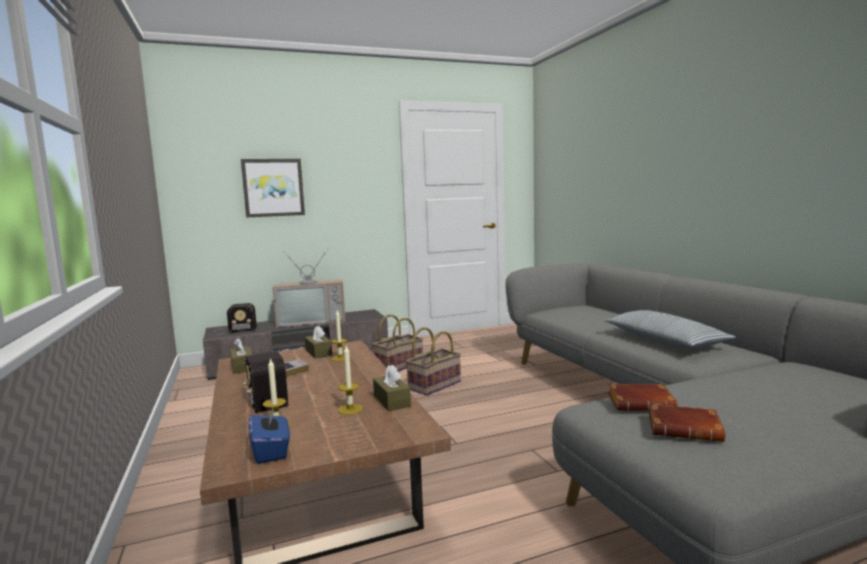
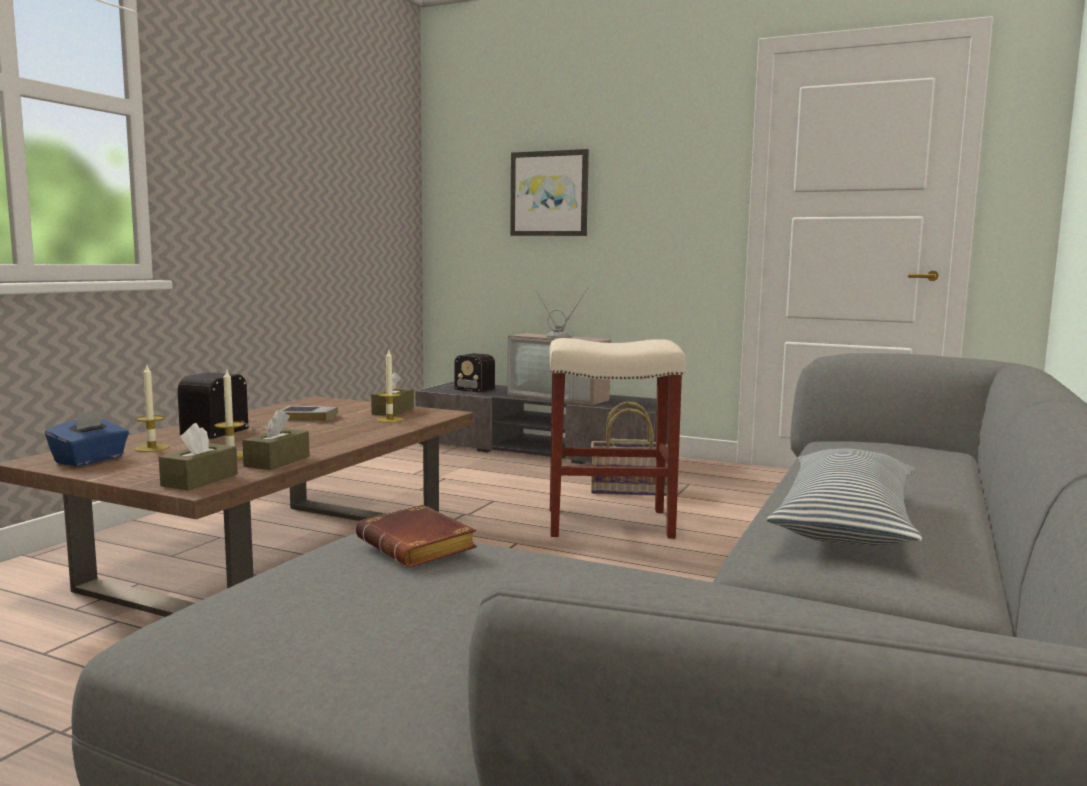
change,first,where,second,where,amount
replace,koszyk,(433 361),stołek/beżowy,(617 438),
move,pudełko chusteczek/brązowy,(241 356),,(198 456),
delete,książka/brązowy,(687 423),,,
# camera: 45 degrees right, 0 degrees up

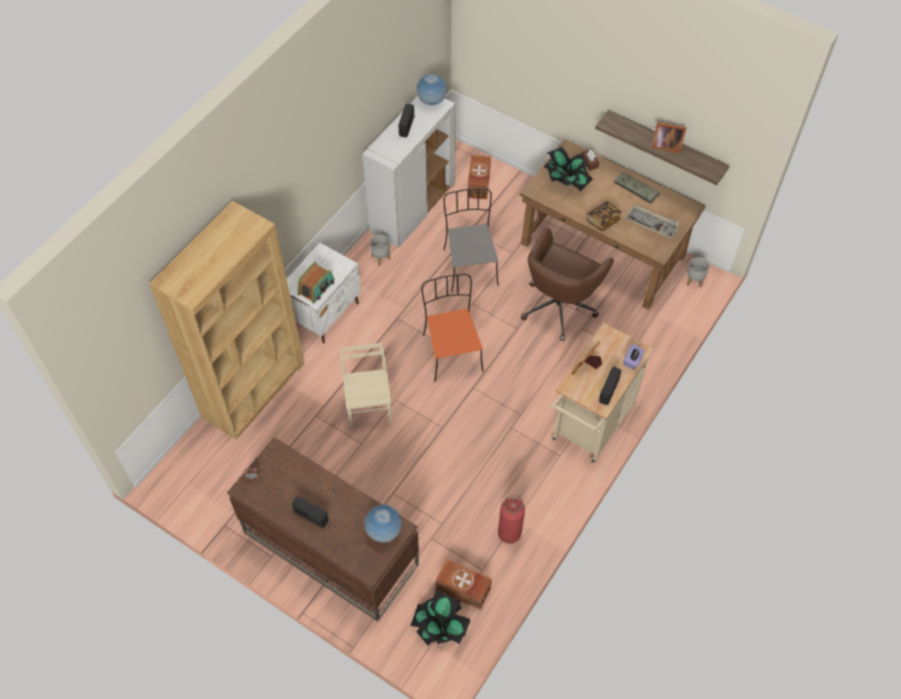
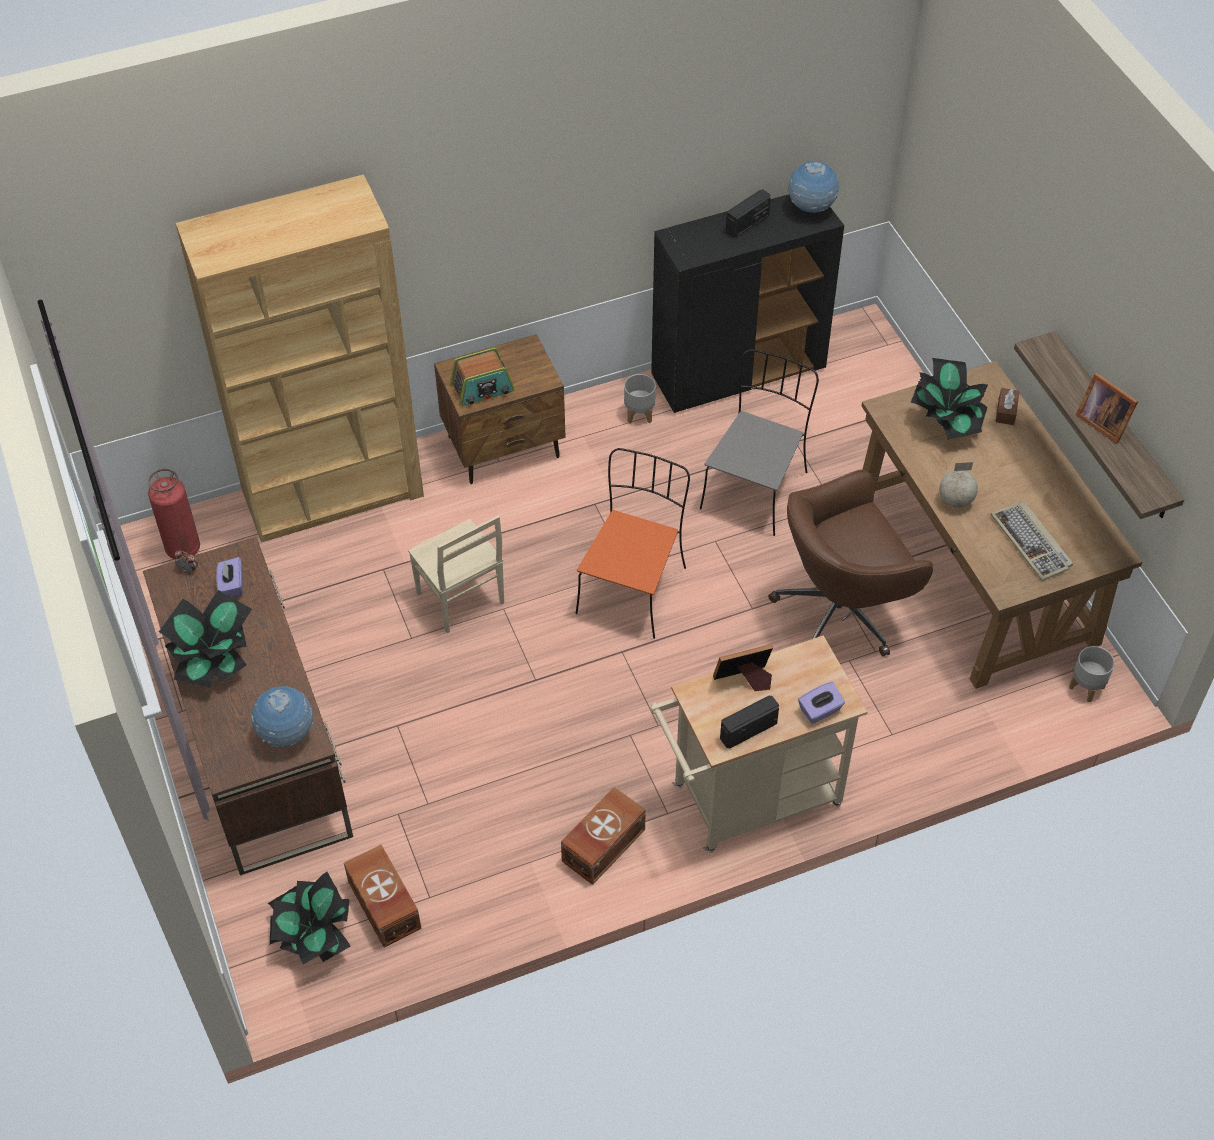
change,first,where,second,where,amount
recolor,szafka/biały,(409 172),szafka/czarny,(747 303),
move,pojemnik do przechowywania/brązowy,(479 177),,(603 836),
delete,klawiatura,(637 187),,,
replace,książka,(604 216),globus,(958 485),
recolor,szafka nocna/biały,(324 293),szafka nocna/brązowy,(500 409),
rotate,krzesło/beżowy,(366 385),,(456 574),120 degrees clockwise
move,gaśnica,(511 519),,(174 514),
replace,radio,(310 512),roślina doniczkowa,(205 639),
insert,,,pudełko chusteczek/fioletowy,(229 577),
# camera: 35 degrees right, 5 degrees down

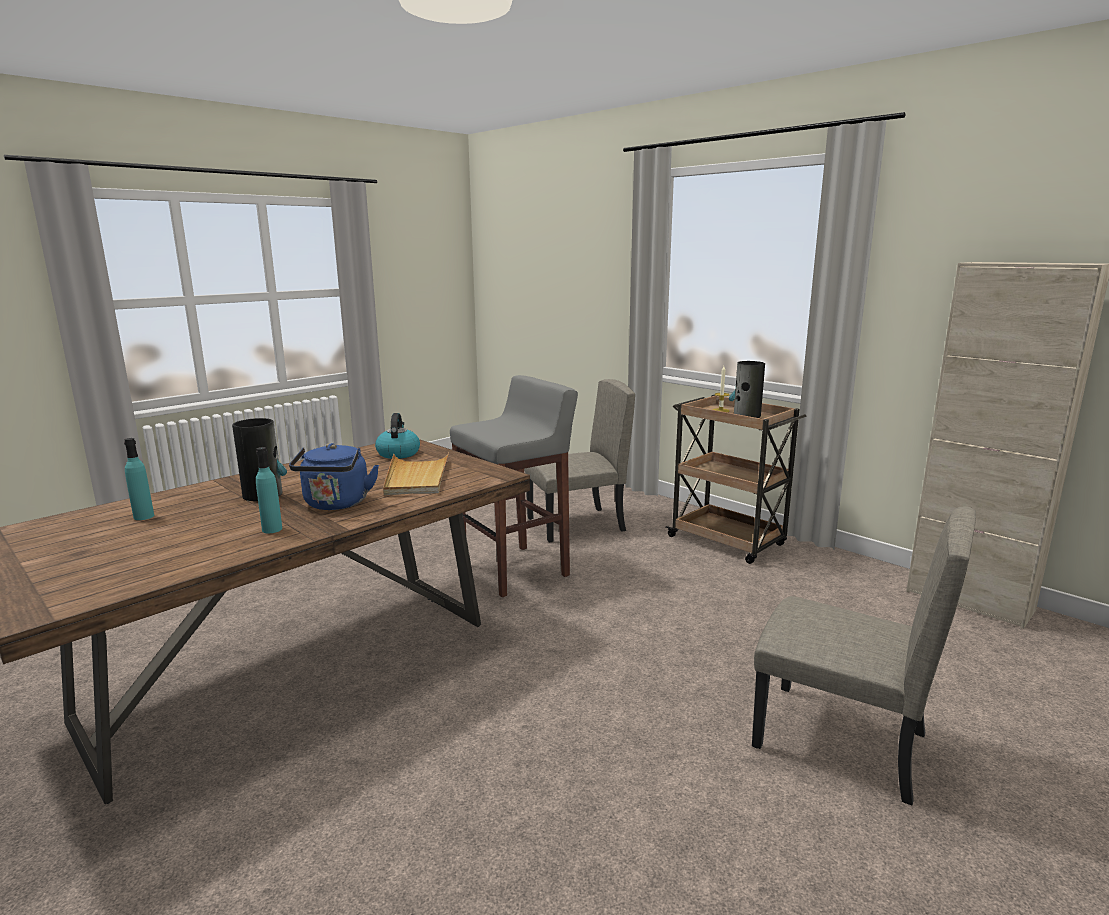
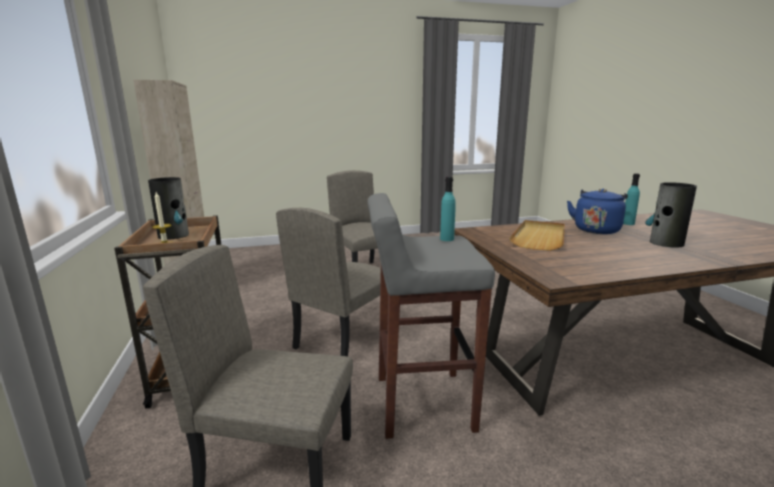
change,first,where,second,where,amount
delete,czajnik,(397 436),,,
move,butelka/turkusowy,(139 479),,(448 209),
insert,,,krzesło/beżowy,(328 282),
# camera: 150 degrees left, 0 degrees up

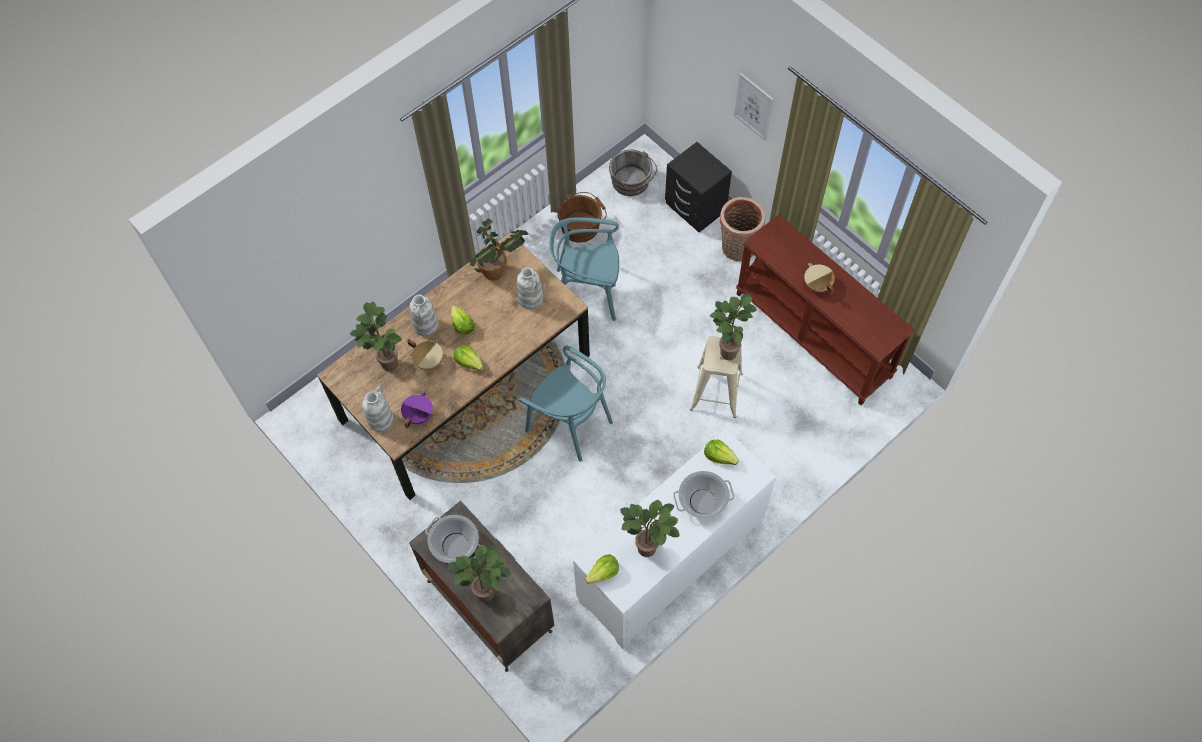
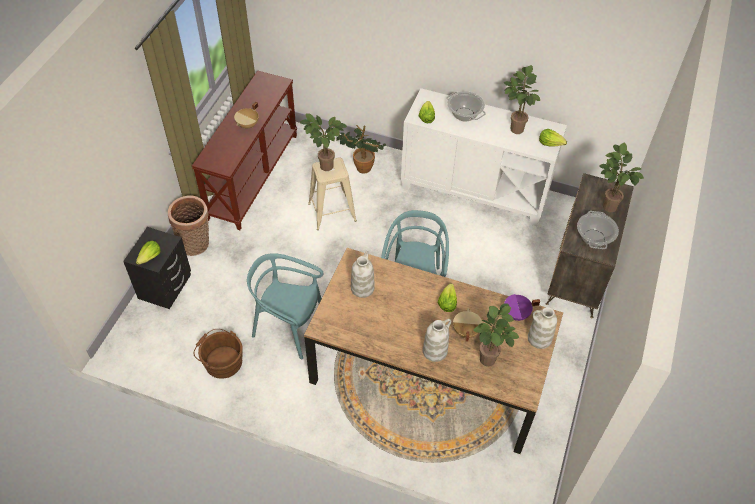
change,first,where,second,where,amount
delete,obraz,(754 107),,,
delete,wiadro/szary,(633 173),,,
rotate,krzesło/turkusowy,(584 269),,(285 306),135 degrees clockwise
move,roślina doniczkowa,(498 249),,(361 149),
move,sałata,(462 320),,(148 253),
# camera: 120 degrees left, 10 degrees down

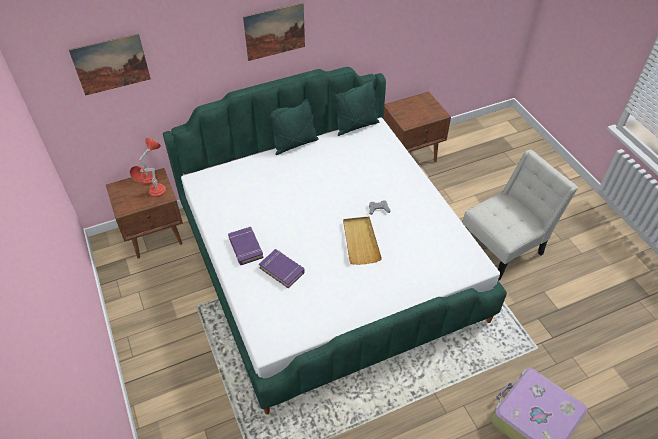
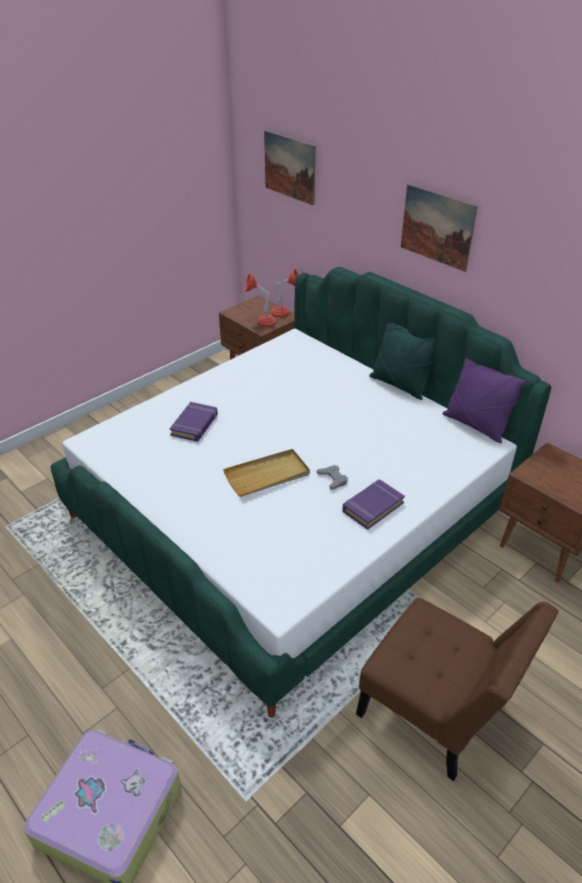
change,first,where,second,where,amount
recolor,poduszka/zielony,(356 108),poduszka/fioletowy,(485 400),
recolor,krzesło/biały,(520 215),krzesło/brązowy,(457 689),
move,książka/fioletowy,(246 246),,(373 504),
# camera: 70 degrees right, 10 degrees down

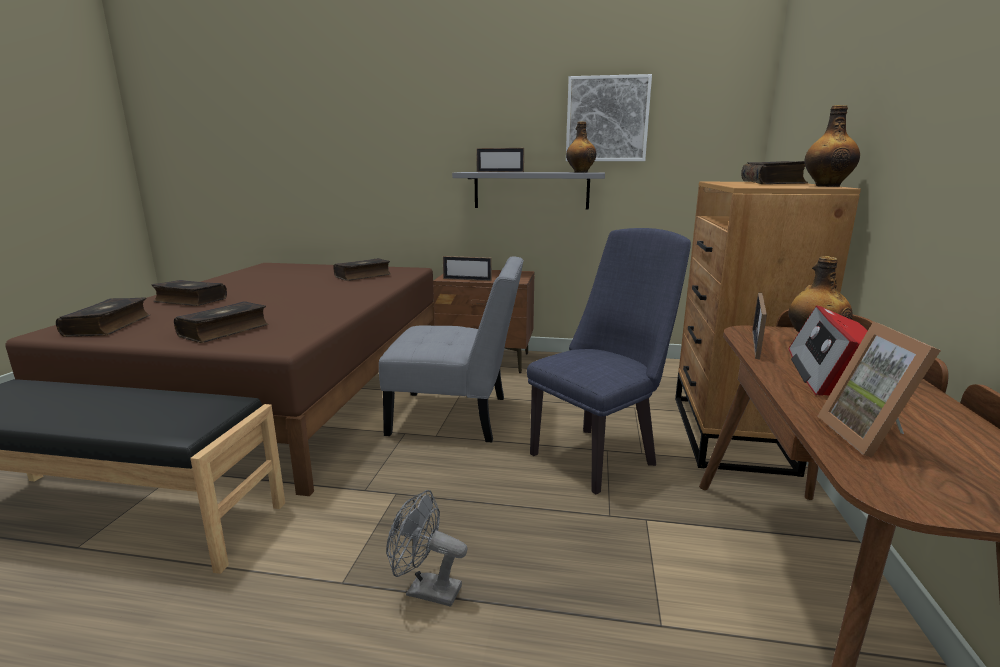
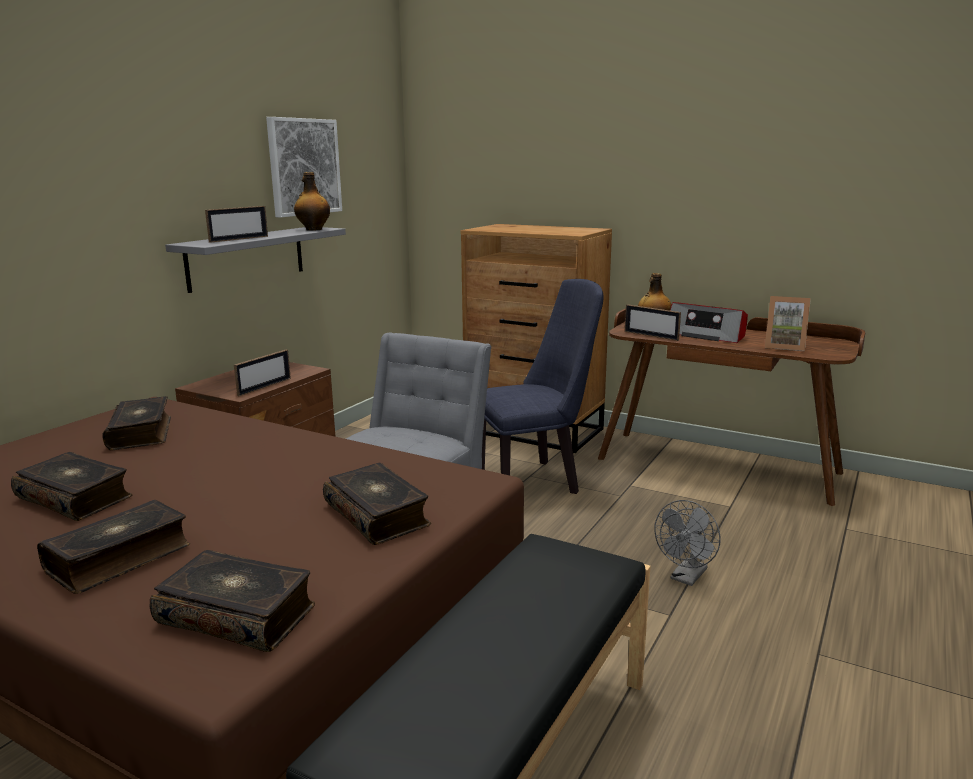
change,first,where,second,where,amount
delete,butelka,(832 146),,,
move,książka,(774 172),,(72 486),
rotate,krzesło/niebieski,(609 361),,(543 386),90 degrees clockwise
# camera: 70 degrees left, 0 degrees up

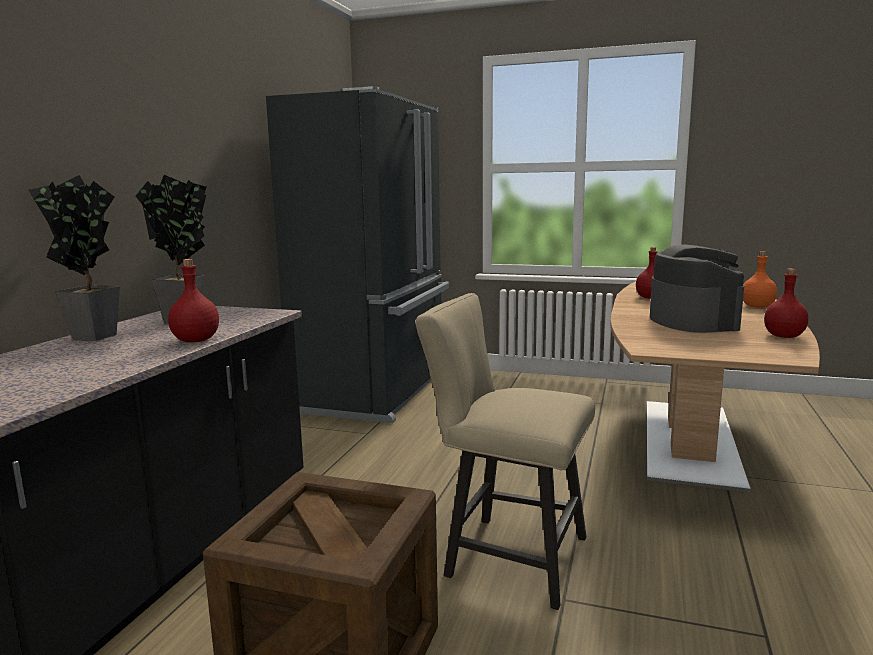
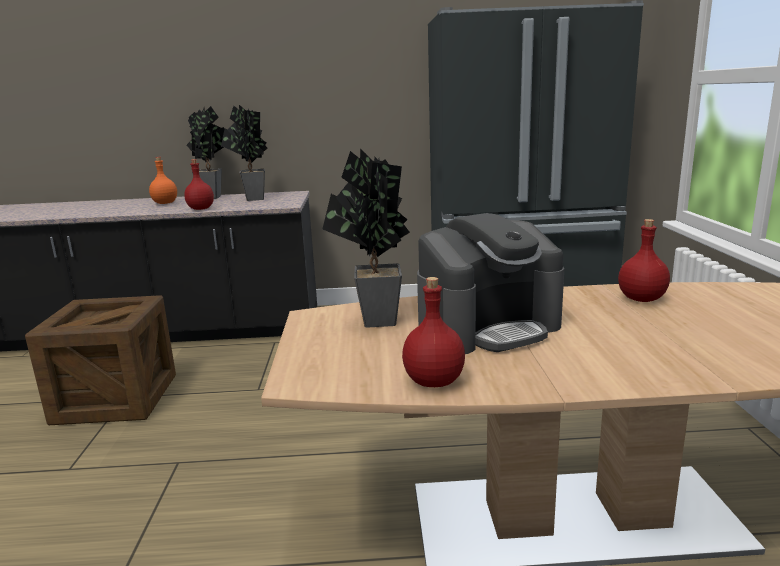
change,first,where,second,where,amount
move,butelka/pomarańczowy,(760 280),,(163 180),
delete,krzesło/beżowy,(505 451),,,
insert,,,roślina doniczkowa,(366 238),
# camera: 70 degrees right, 5 degrees up

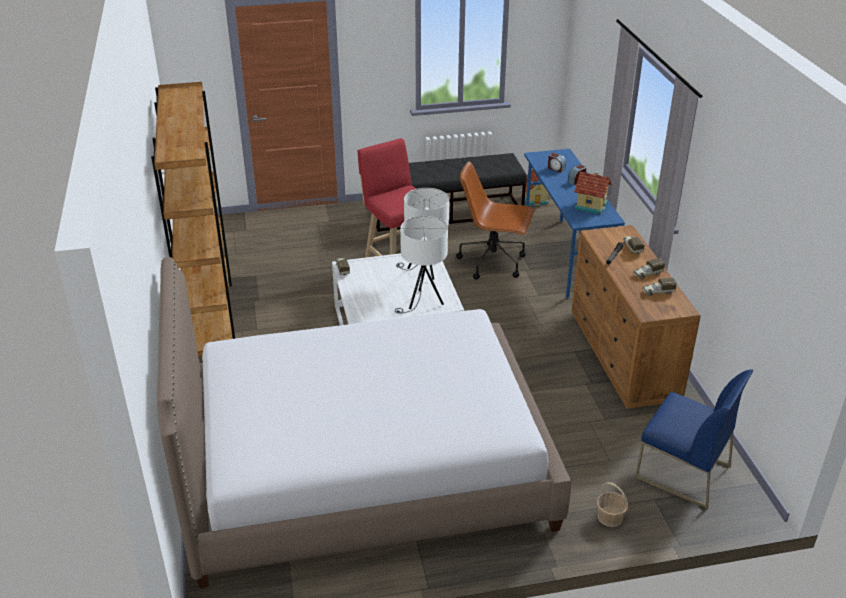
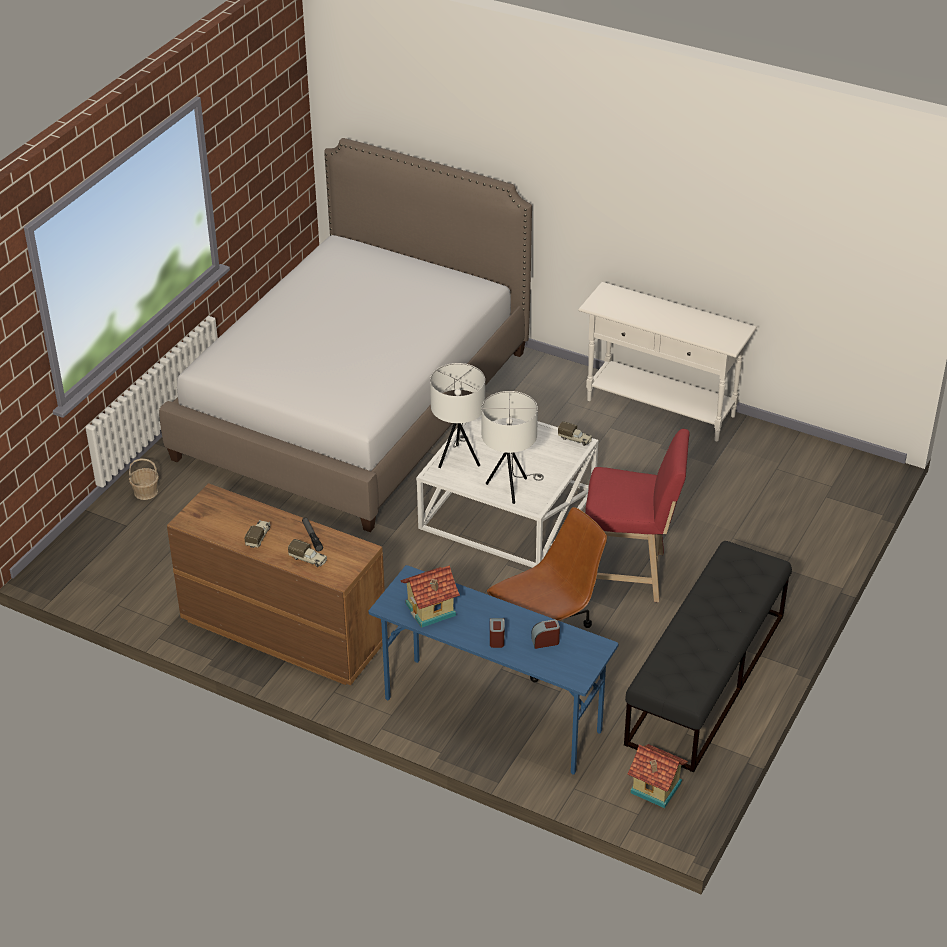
change,first,where,second,where,amount
replace,regał/brązowy,(193 219),stolik konsolowy/biały,(667 361),
delete,ciężarówka zabawkowa,(660 287),,,
delete,krzesło/niebieski,(694 439),,,
# camera: 130 degrees right, 5 degrees up

